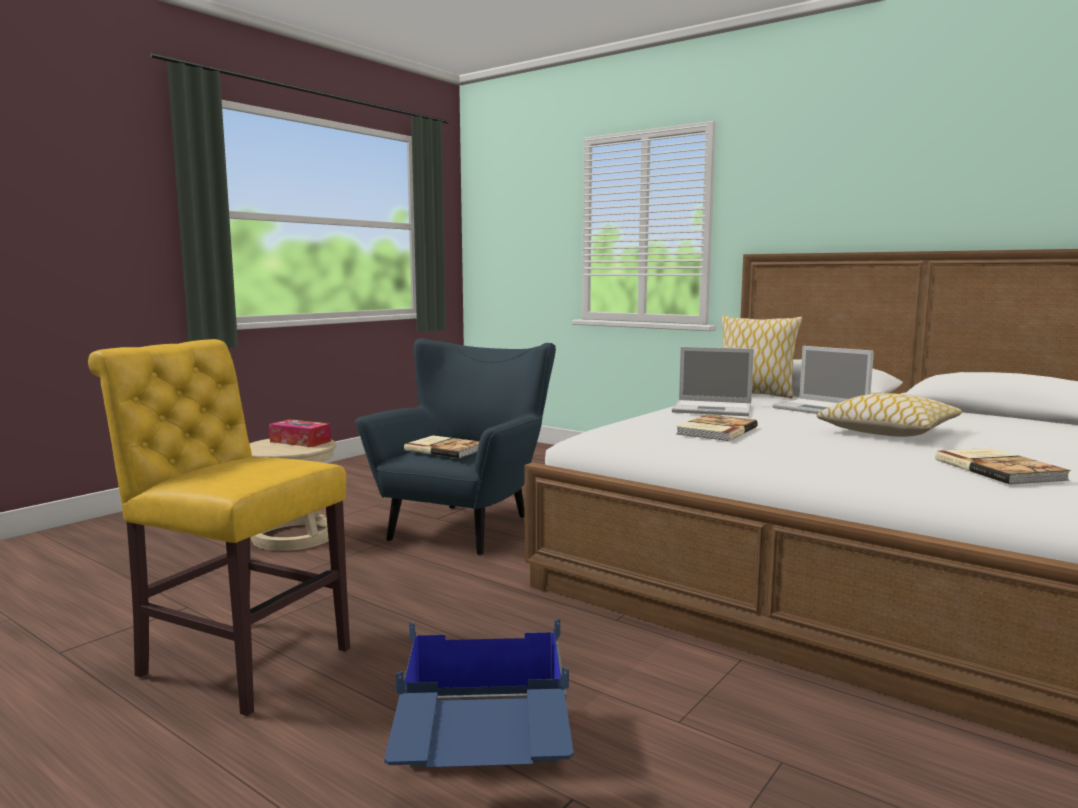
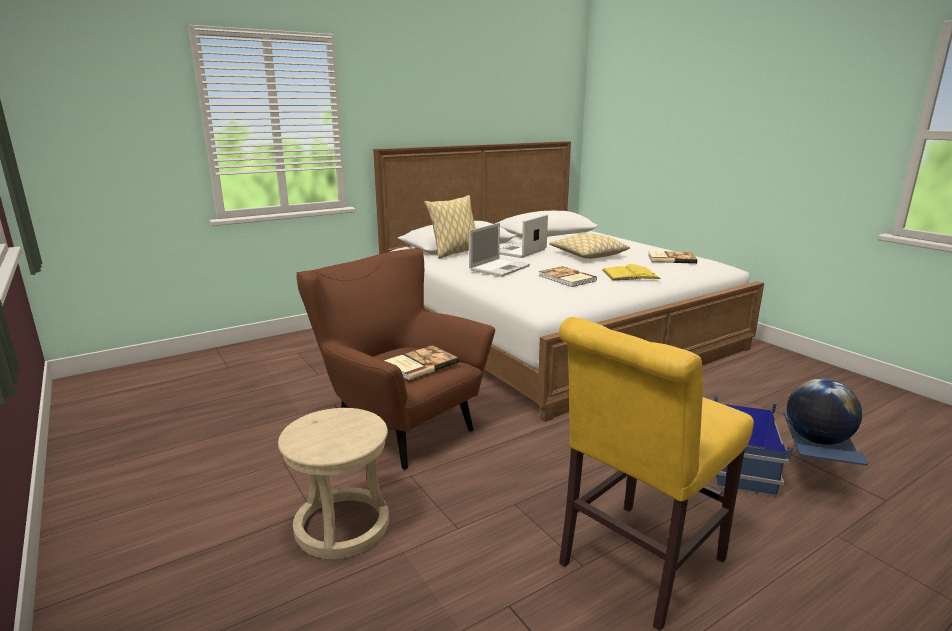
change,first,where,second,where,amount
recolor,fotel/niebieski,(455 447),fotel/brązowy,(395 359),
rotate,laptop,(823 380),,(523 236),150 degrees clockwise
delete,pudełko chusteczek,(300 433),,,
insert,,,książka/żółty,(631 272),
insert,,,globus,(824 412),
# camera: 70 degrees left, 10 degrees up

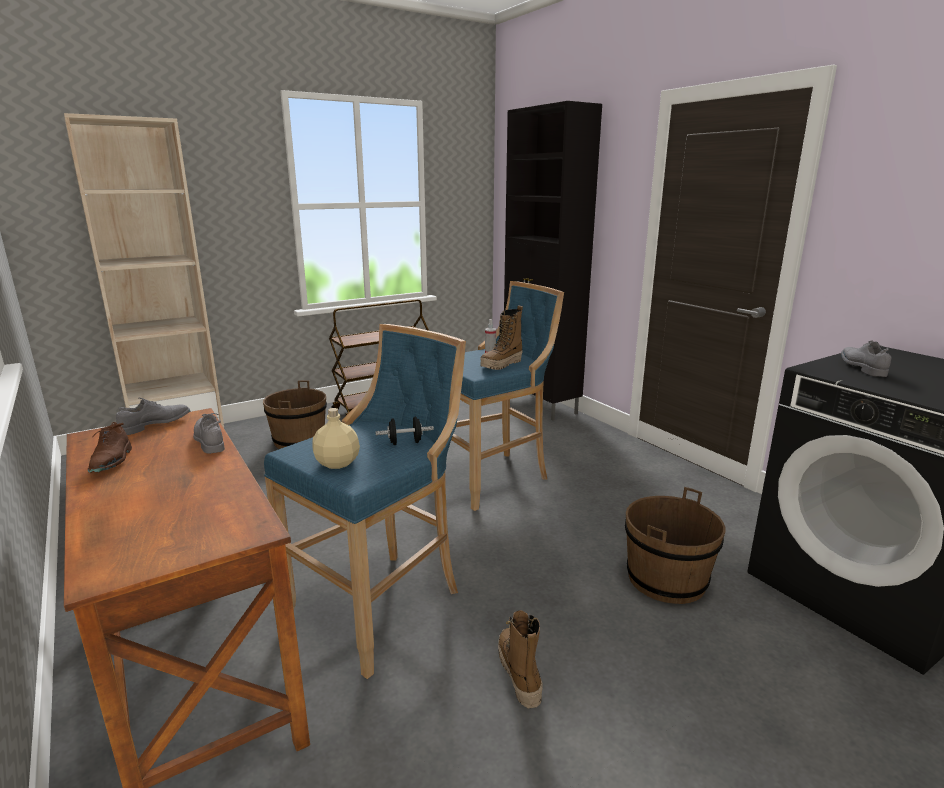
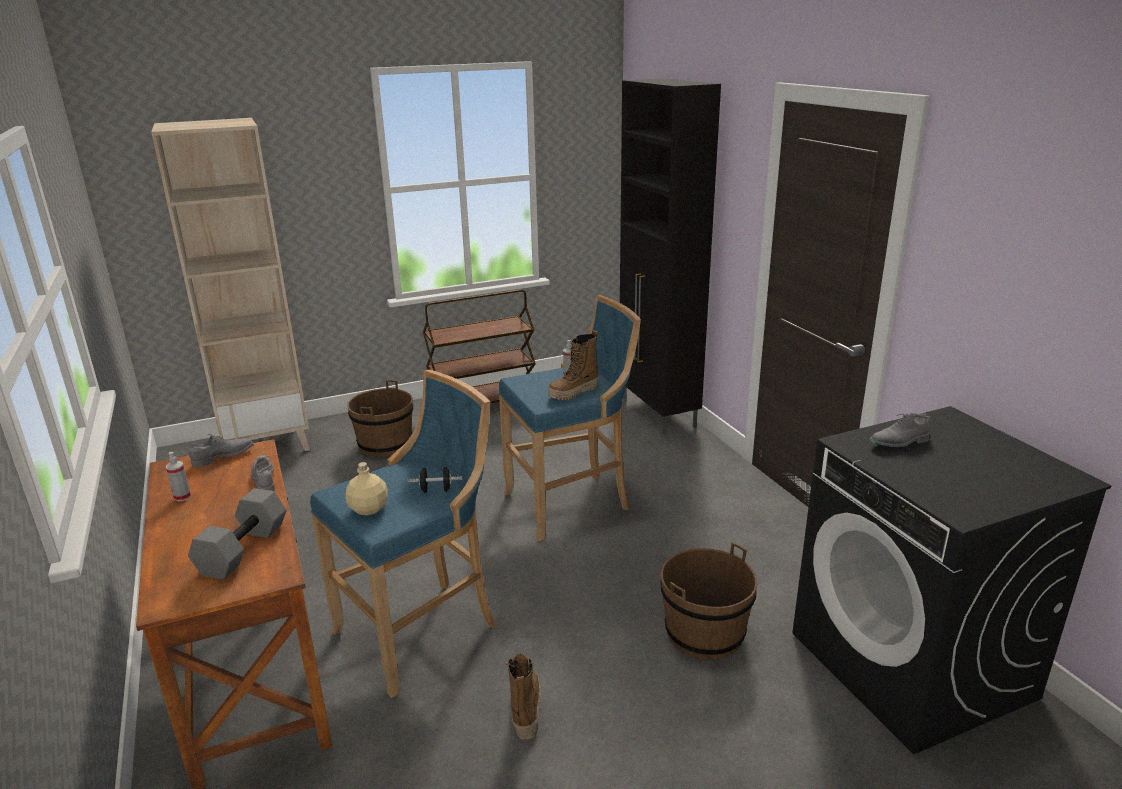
change,first,where,second,where,amount
rotate,but/szary,(866 358),,(900 430),120 degrees counterclockwise
replace,but/brązowy,(110 447),spryskiwacz,(178 477),
insert,,,hantel/szary,(237 534),
# camera: 10 degrees right, 5 degrees up

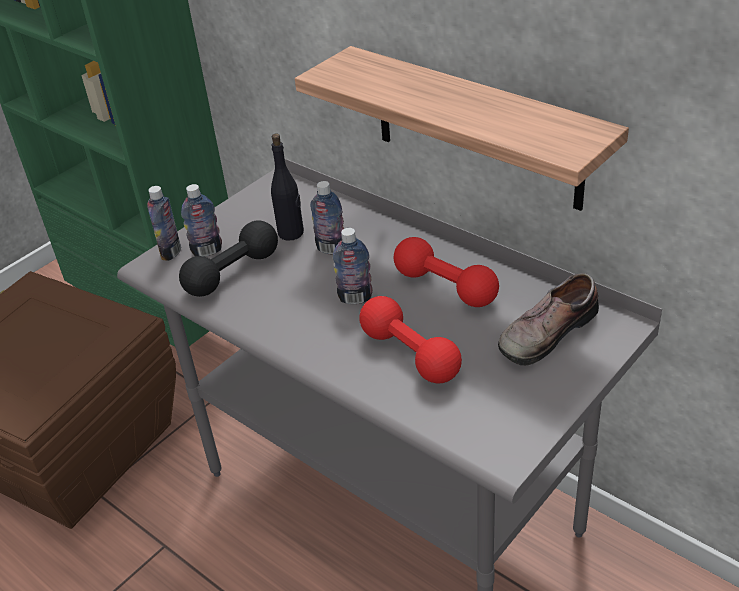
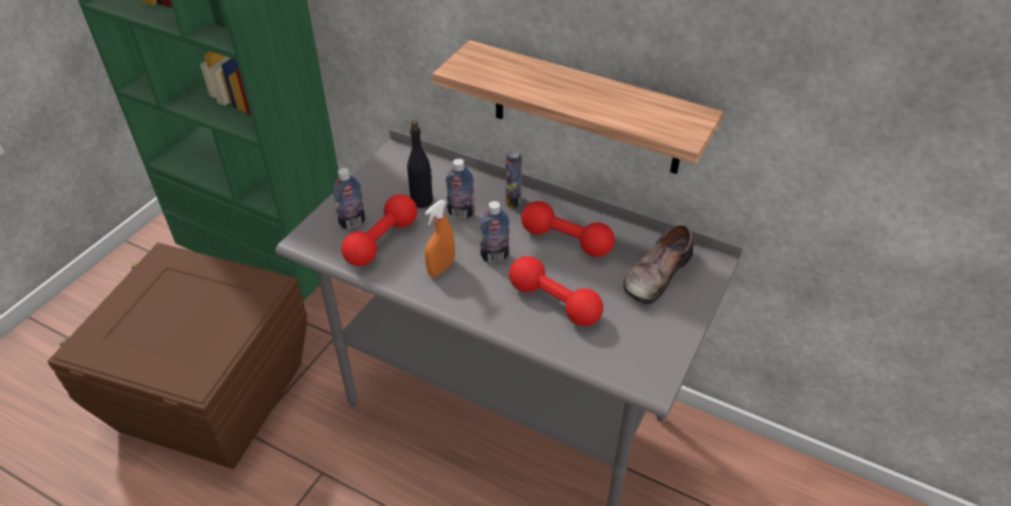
change,first,where,second,where,amount
move,butelka,(164 223),,(514 177),
recolor,hantel/czarny,(228 258),hantel/czerwony,(379 230),
insert,,,spryskiwacz/pomarańczowy,(440 238),
# camera: 15 degrees left, 5 degrees up

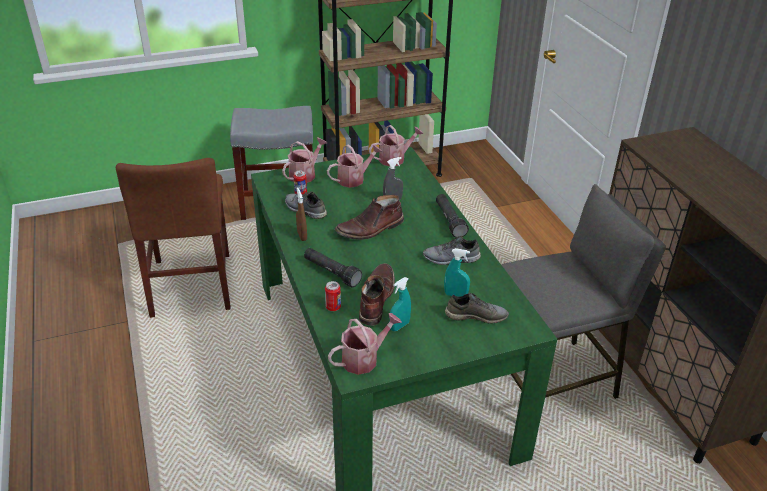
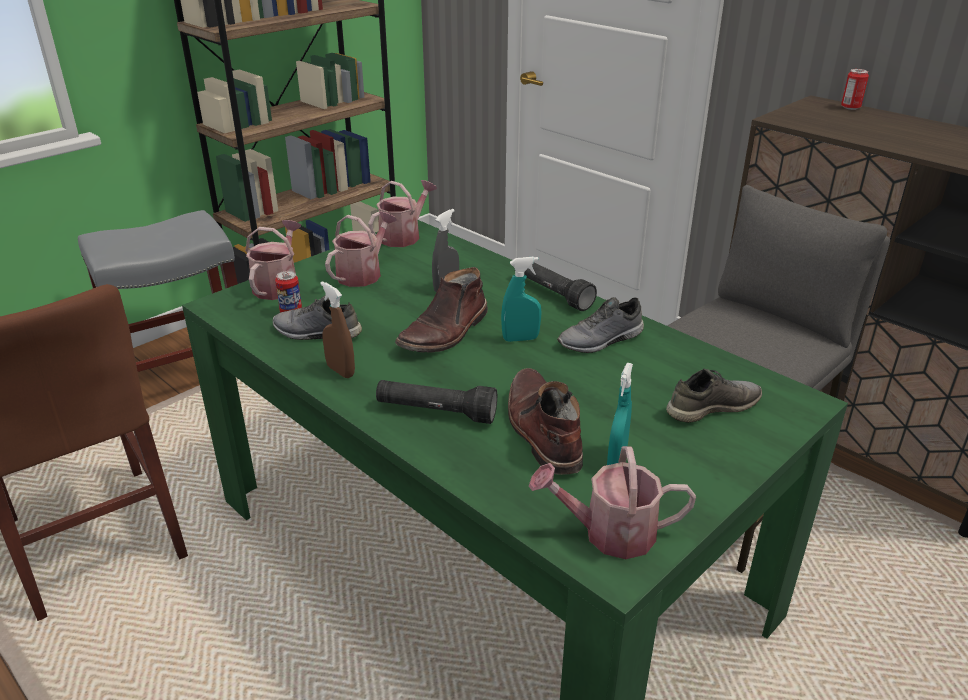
change,first,where,second,where,amount
move,spryskiwacz/turkusowy,(457 272),,(521 299),
move,puszka,(333 296),,(855 89),
rotate,konewka,(365 344),,(612 502),120 degrees counterclockwise
# camera: 25 degrees left, 5 degrees down

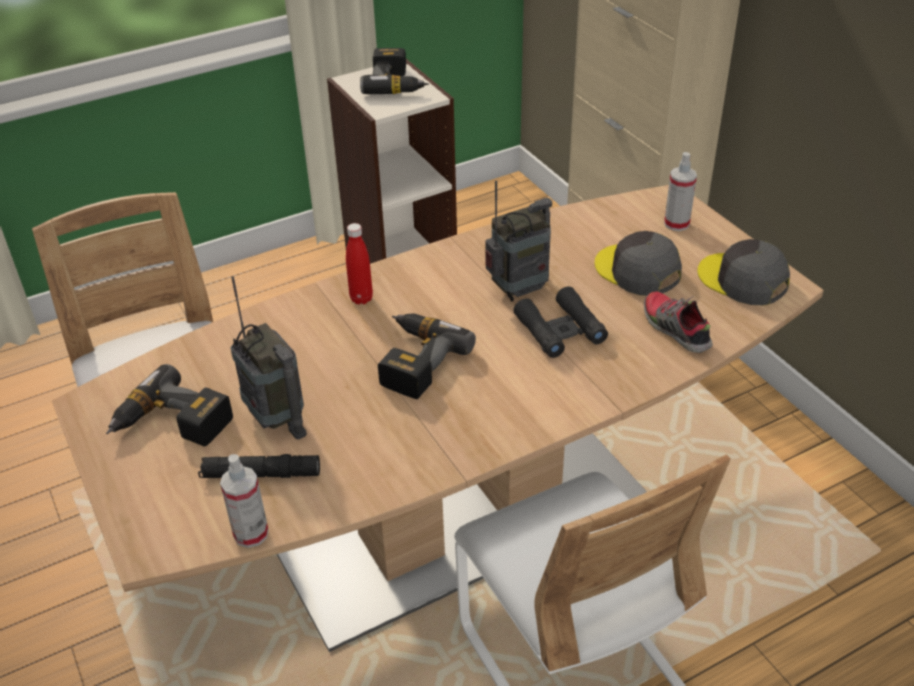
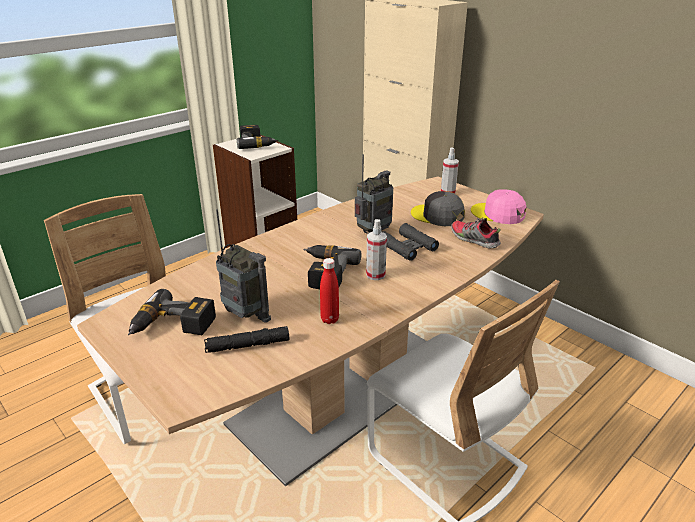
change,first,where,second,where,amount
move,butelka/czerwony,(359 263),,(329 291),
recolor,czapka z daszkiem/szary,(743 272),czapka z daszkiem/różowy,(498 206),
move,spryskiwacz,(244 501),,(376 249),
# camera: 15 degrees left, 10 degrees down

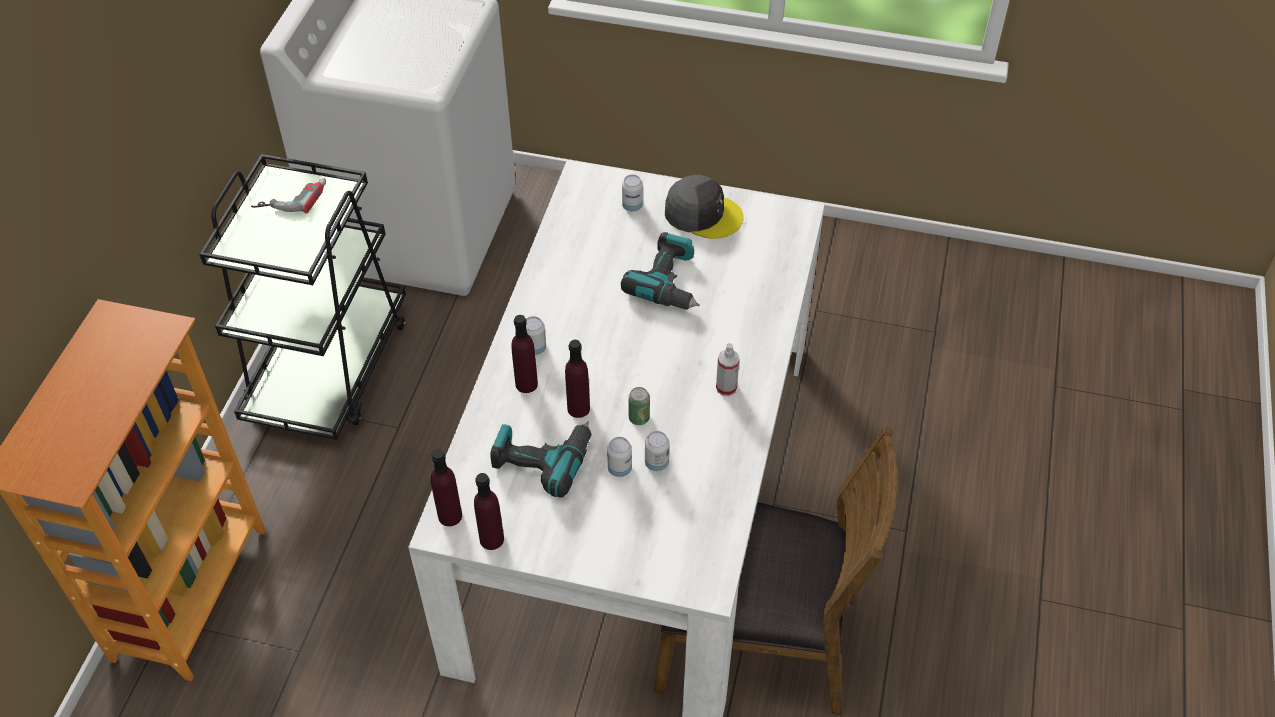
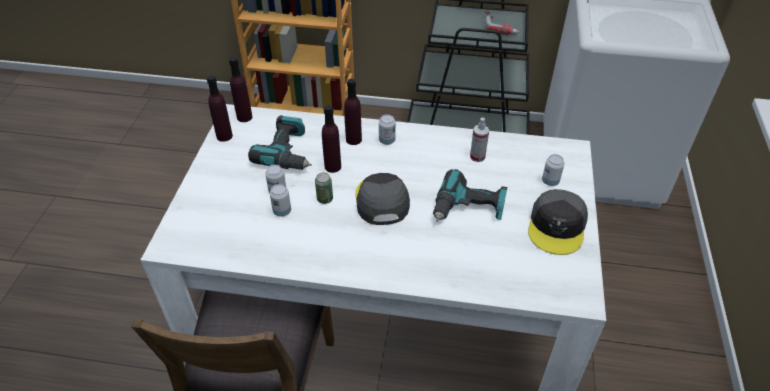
change,first,where,second,where,amount
move,spryskiwacz,(728 369),,(479 140),
insert,,,czapka z daszkiem/szary,(382 199),
# camera: 85 degrees right, 5 degrees down

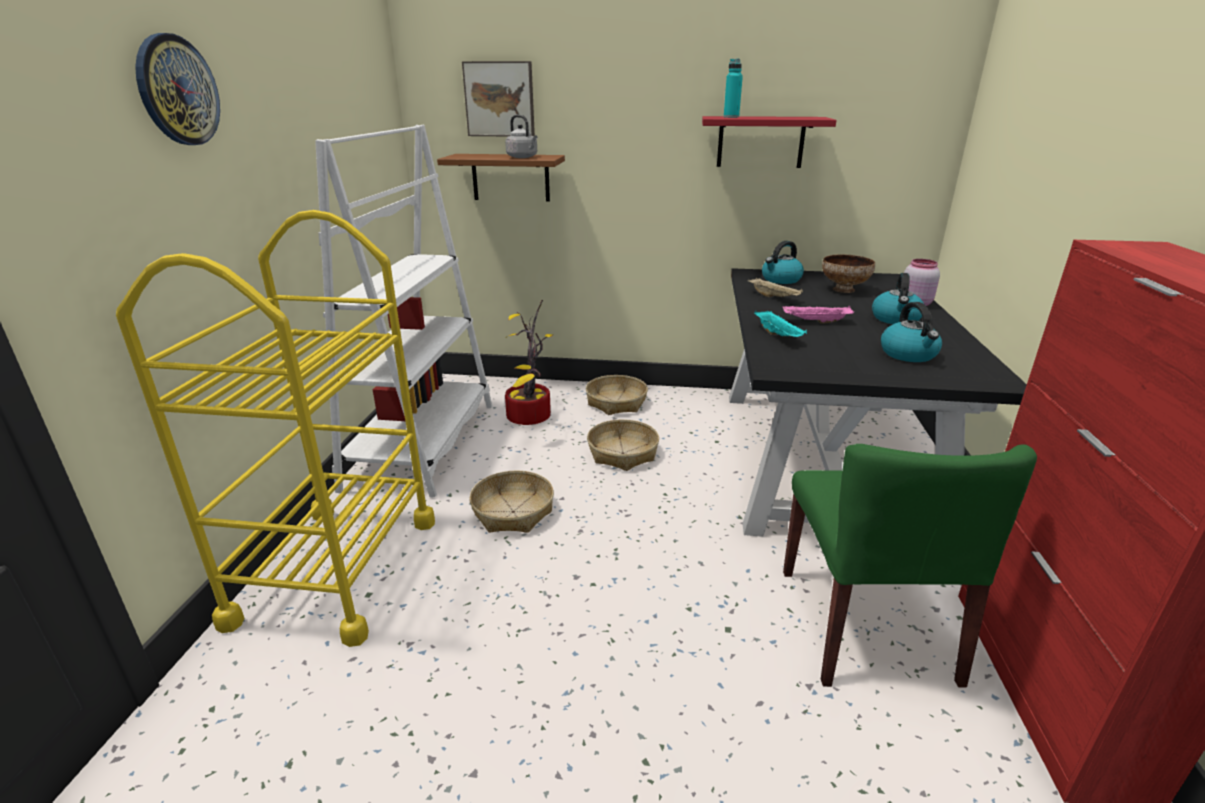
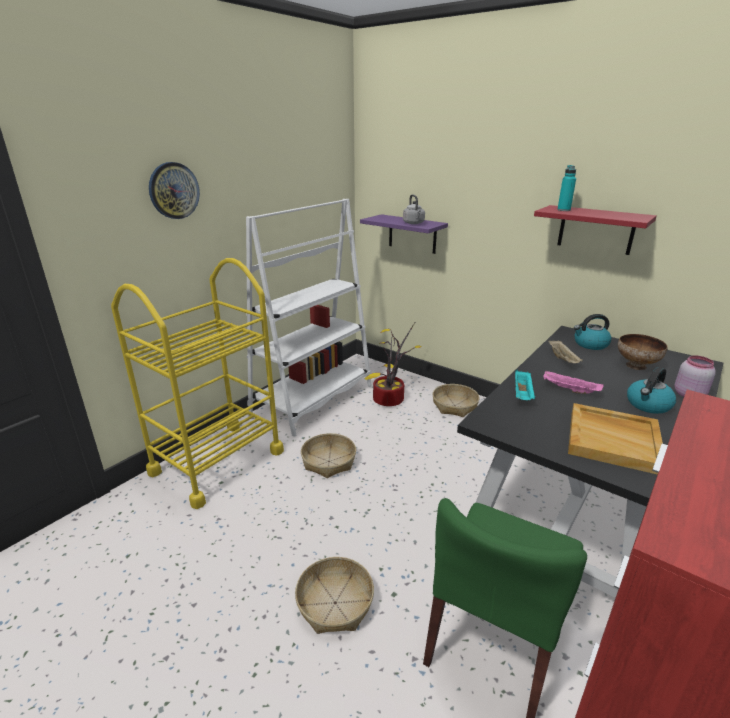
change,first,where,second,where,amount
delete,obraz,(498 98),,,
recolor,półka/brązowy,(501 178),półka/fioletowy,(404 234),
replace,czajnik,(911 332),taca/beżowy,(615 439),
move,koszyk,(623 445),,(334 595),
# camera: 30 degrees right, 0 degrees up

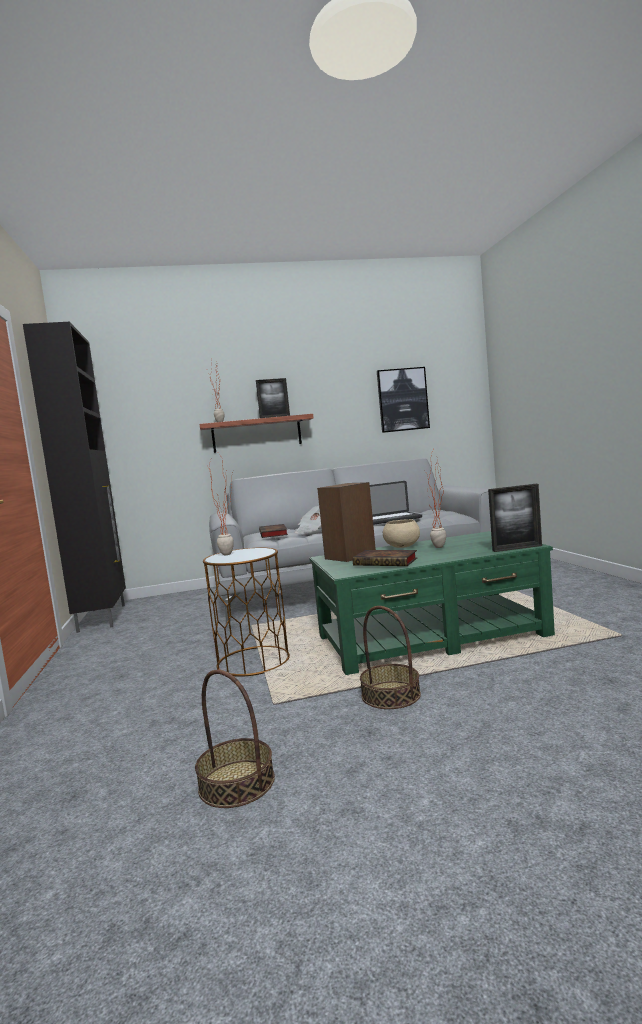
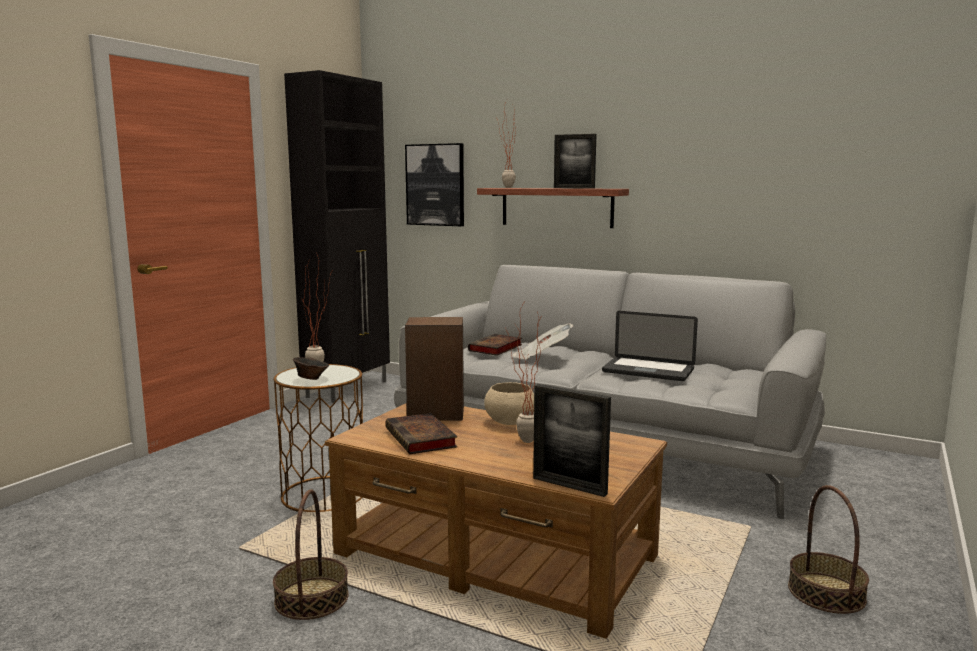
change,first,where,second,where,amount
move,obraz,(403 400),,(434 184),
recolor,ława/zielony,(432 603),ława/brązowy,(496 521),
move,koszyk,(235 739),,(828 549),
insert,,,miska/brązowy,(311 368),
# camera: 40 degrees right, 5 degrees up

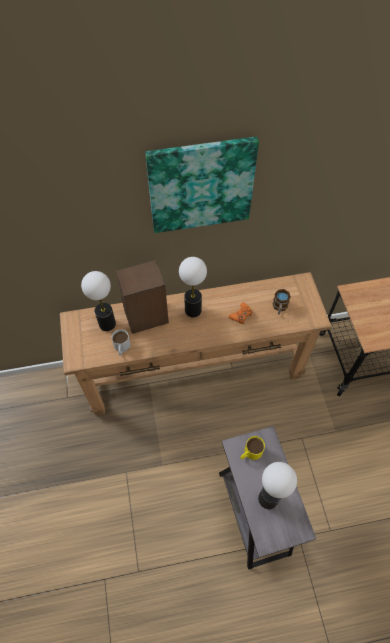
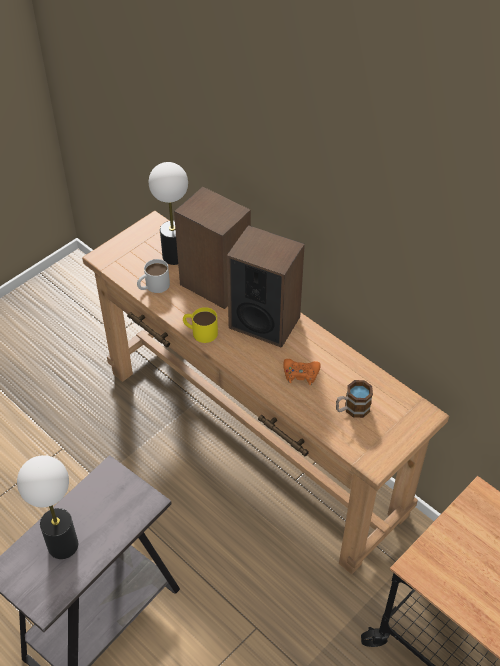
change,first,where,second,where,amount
delete,obraz,(202 185),,,
replace,lampa stołowa,(193 287),głośnik,(266 286),
move,kubek/żółty,(252 448),,(200 325),
# camera: 55 degrees right, 10 degrees down

